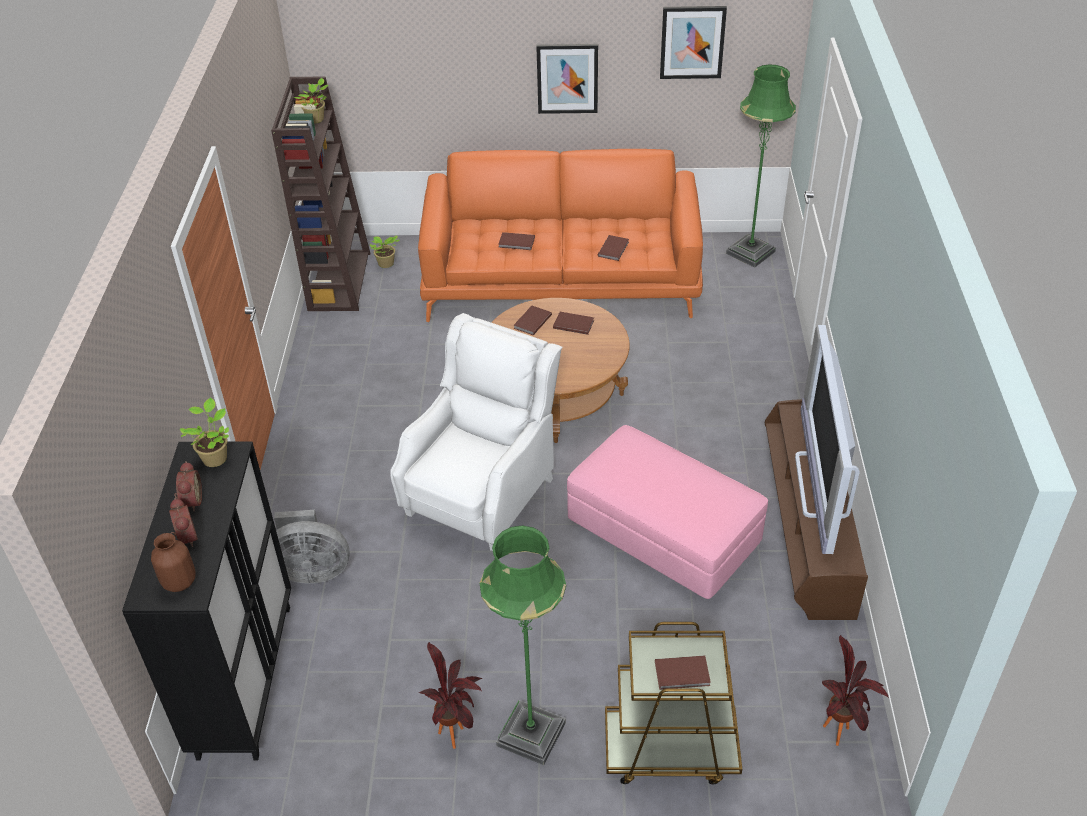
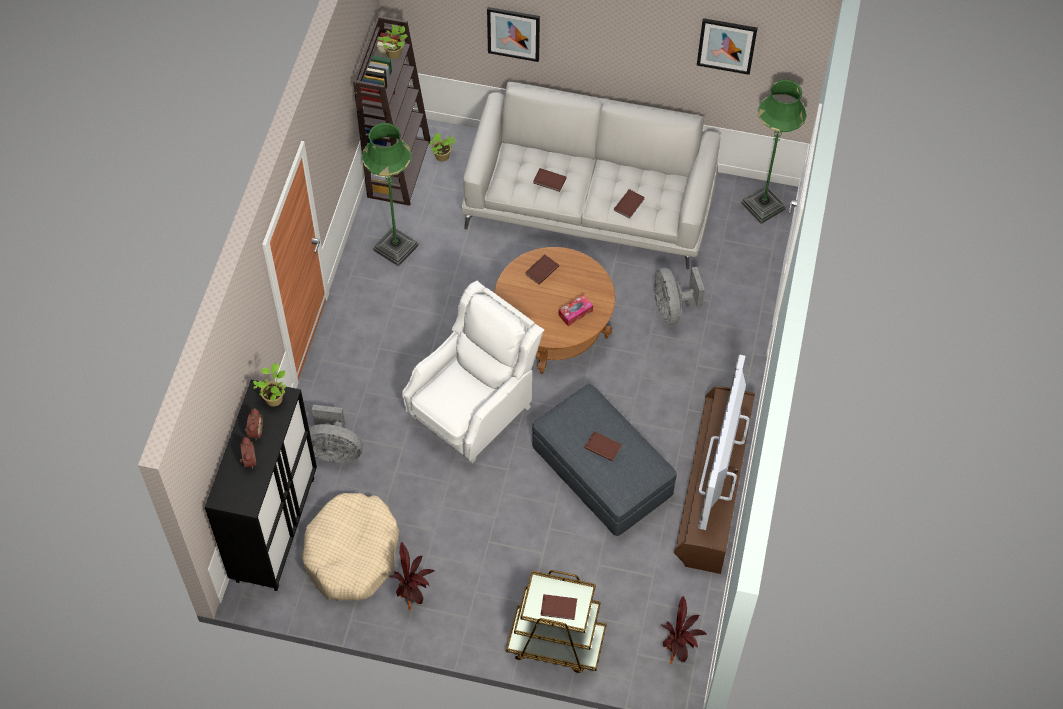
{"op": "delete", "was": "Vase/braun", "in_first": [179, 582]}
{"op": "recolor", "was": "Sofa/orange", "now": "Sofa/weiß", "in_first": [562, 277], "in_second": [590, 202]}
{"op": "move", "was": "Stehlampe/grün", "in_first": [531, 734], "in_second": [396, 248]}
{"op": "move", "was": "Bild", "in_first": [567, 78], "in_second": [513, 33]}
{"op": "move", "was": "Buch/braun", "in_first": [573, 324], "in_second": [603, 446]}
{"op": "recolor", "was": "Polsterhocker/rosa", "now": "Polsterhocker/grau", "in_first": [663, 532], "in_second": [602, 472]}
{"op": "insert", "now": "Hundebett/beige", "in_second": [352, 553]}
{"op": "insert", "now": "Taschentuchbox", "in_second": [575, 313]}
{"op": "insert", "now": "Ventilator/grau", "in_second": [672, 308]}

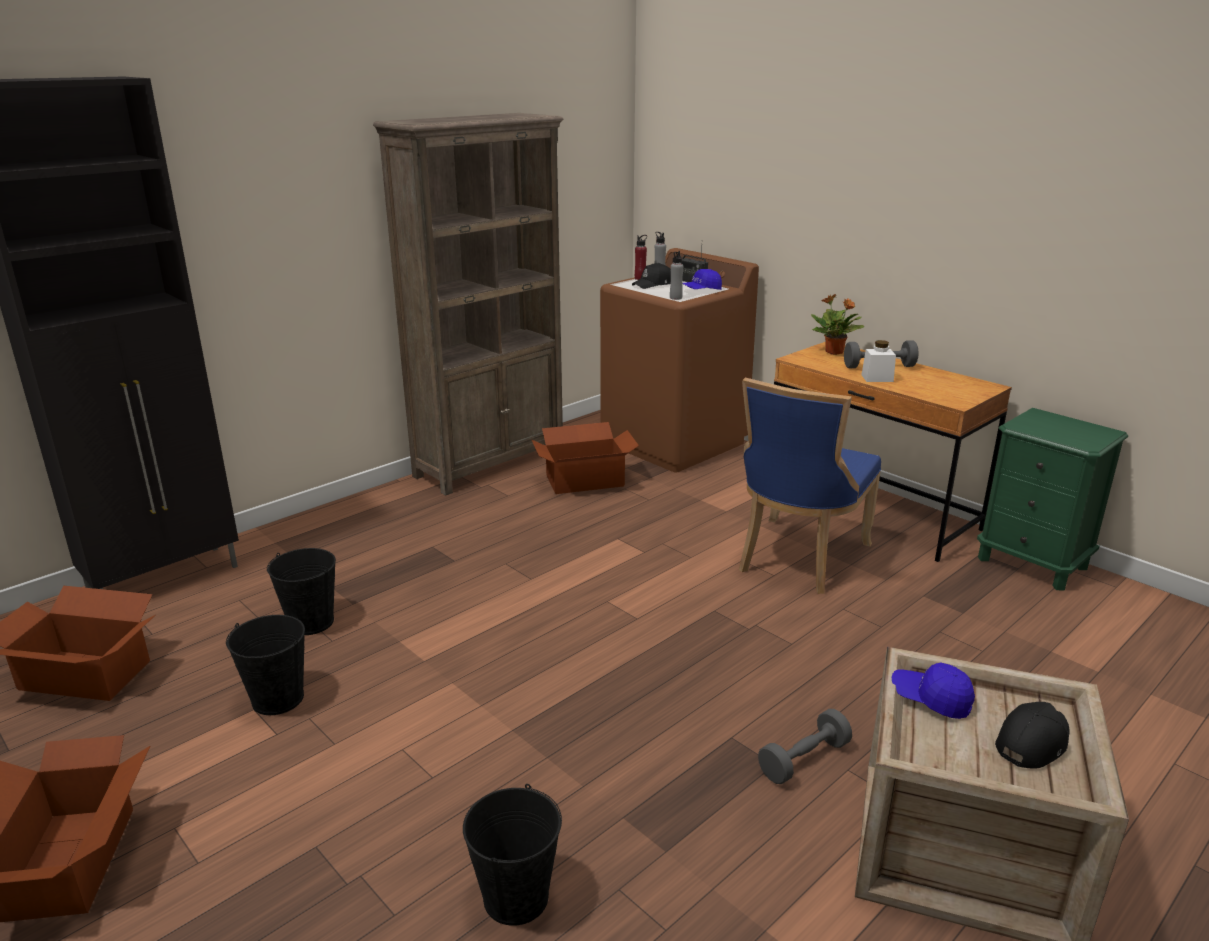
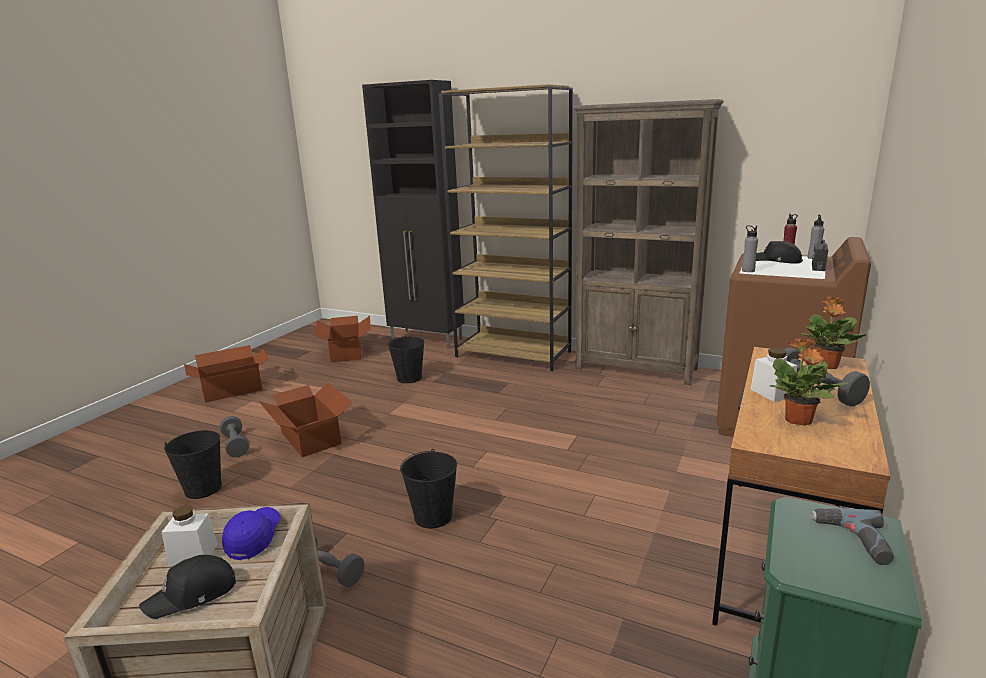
{"op": "move", "was": "Eimer/schwarz", "in_first": [278, 698], "in_second": [433, 516]}
{"op": "move", "was": "Karton", "in_first": [584, 480], "in_second": [311, 437]}
{"op": "delete", "was": "Kappe/blau", "in_first": [701, 290]}
{"op": "delete", "was": "Stuhl/blau", "in_first": [798, 558]}
{"op": "rotate", "was": "Kappe/schwarz", "in_first": [1032, 741], "in_second": [193, 595], "clockwise": 120}
{"op": "insert", "now": "Vorratsglas/weiß", "in_second": [193, 554]}
{"op": "insert", "now": "Hantel/grau", "in_second": [235, 445]}
{"op": "insert", "now": "Bücherregal/braun", "in_second": [514, 354]}
{"op": "insert", "now": "Topfpflanze", "in_second": [798, 421]}
{"op": "insert", "now": "Bohrmaschine", "in_second": [853, 541]}

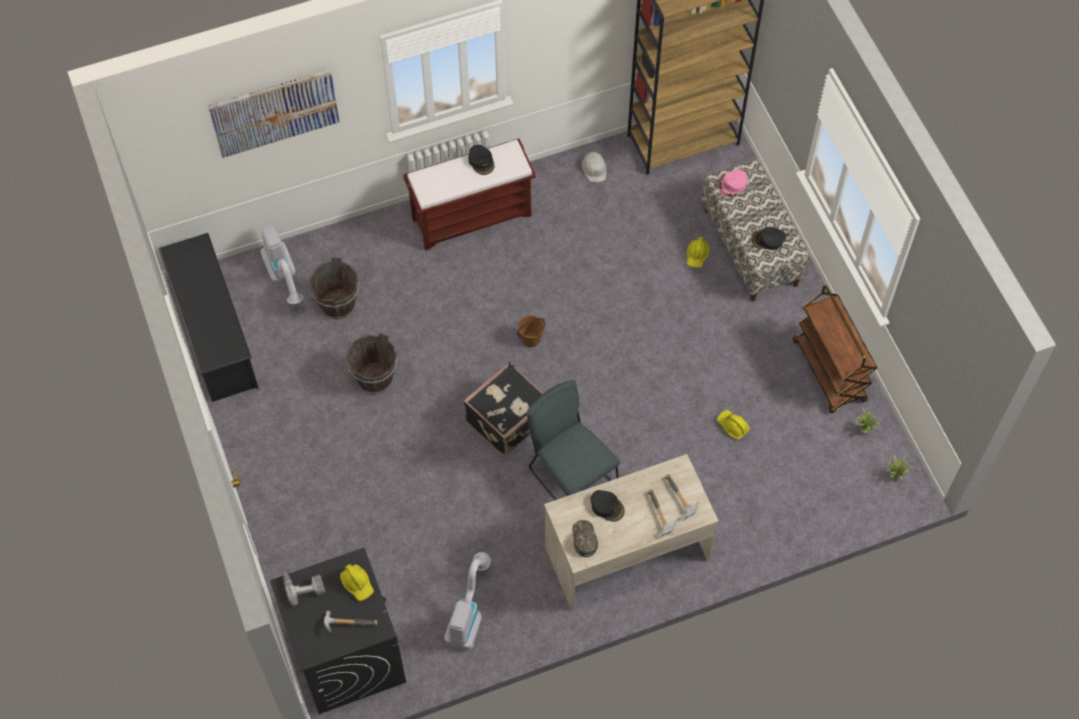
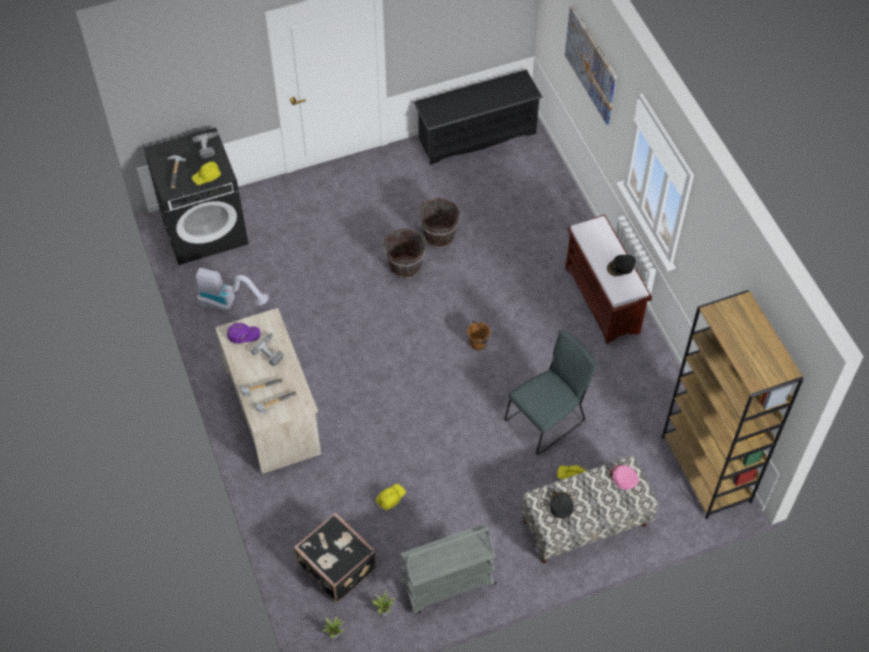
{"op": "delete", "was": "Staubsauger", "in_first": [284, 277]}
{"op": "move", "was": "Eimer/braun", "in_first": [338, 305], "in_second": [405, 267]}
{"op": "move", "was": "Koffer/schwarz", "in_first": [509, 421], "in_second": [336, 568]}
{"op": "move", "was": "Stuhl/grau", "in_first": [570, 476], "in_second": [547, 419]}
{"op": "recolor", "was": "Kappe/grün", "now": "Kappe/lila", "in_first": [584, 539], "in_second": [244, 334]}
{"op": "delete", "was": "Schutzhelm/weiß", "in_first": [594, 168]}
{"op": "replace", "was": "Kappe/schwarz", "now": "Bohrmaschine", "in_first": [607, 507], "in_second": [271, 351]}
{"op": "recolor", "was": "Rollwagen/braun", "now": "Rollwagen/grau", "in_first": [829, 372], "in_second": [447, 585]}

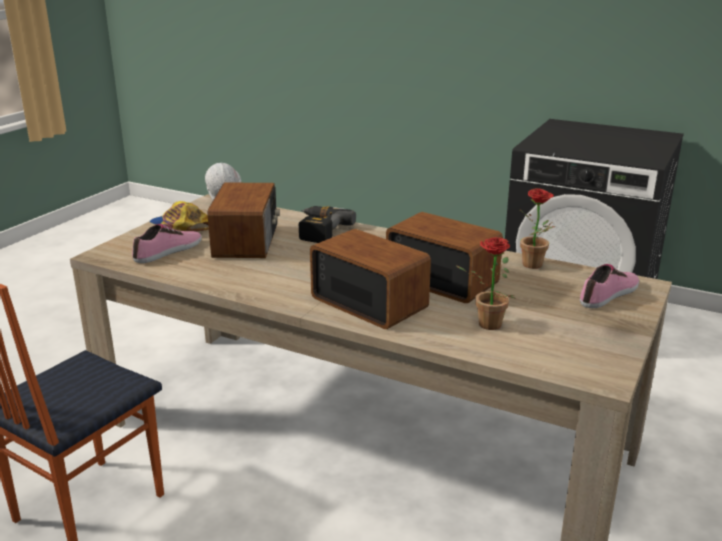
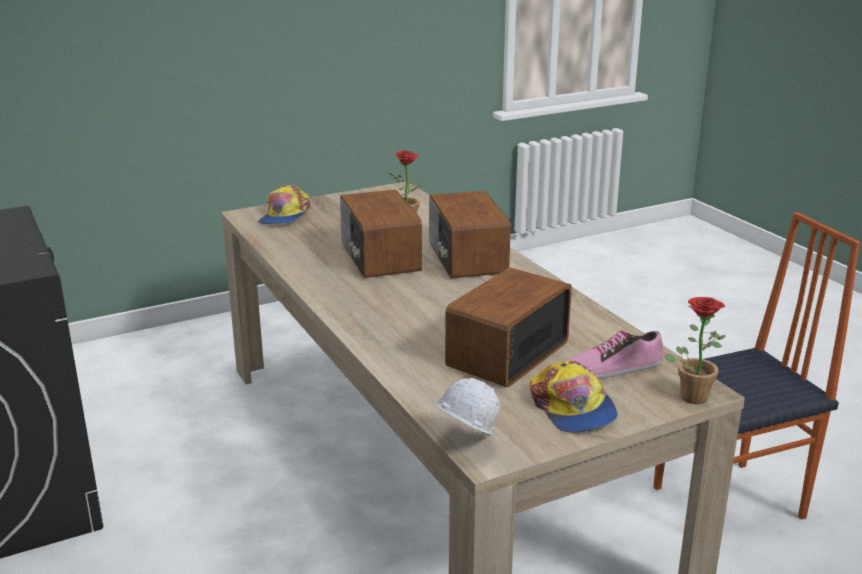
{"op": "delete", "was": "Bohrmaschine", "in_first": [318, 230]}
{"op": "move", "was": "Topfpflanze", "in_first": [535, 266], "in_second": [692, 394]}
{"op": "replace", "was": "Schuh", "now": "Kappe", "in_first": [609, 295], "in_second": [285, 216]}

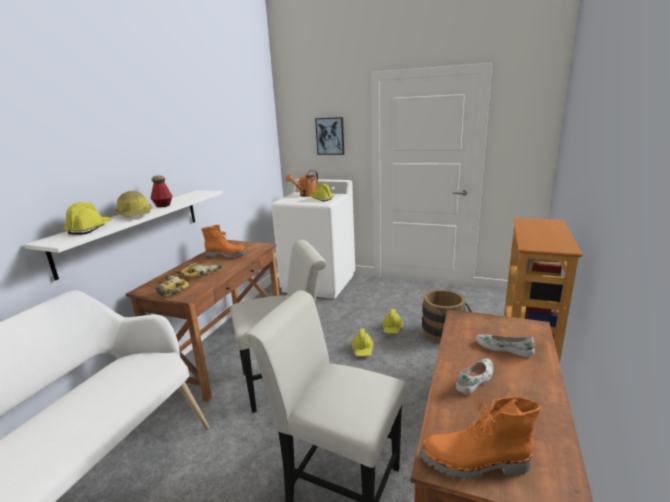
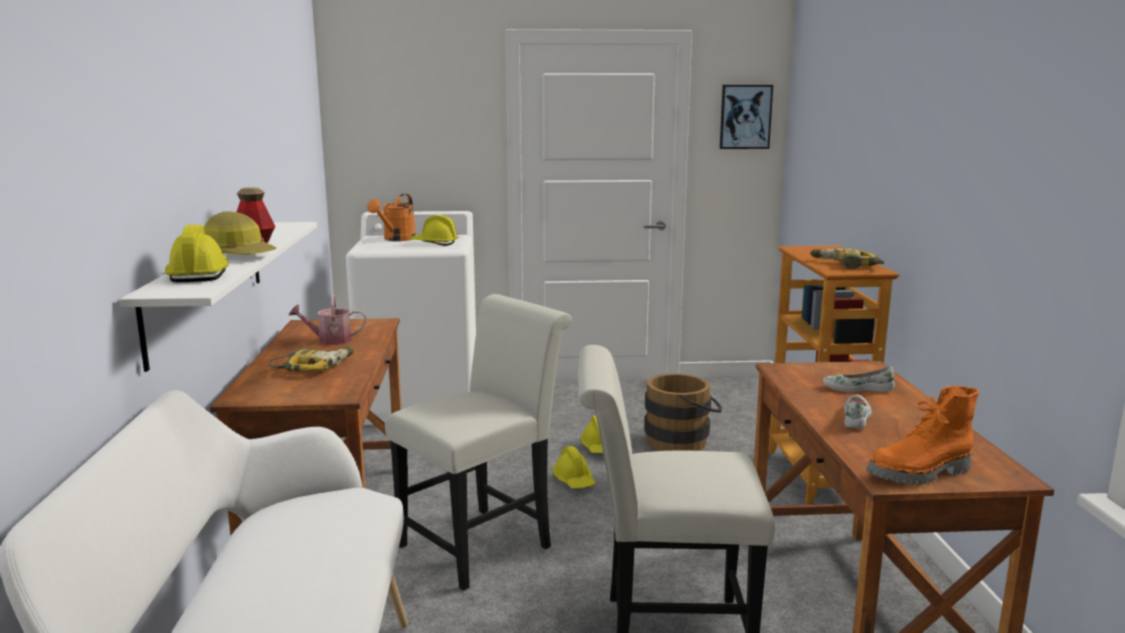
{"op": "move", "was": "Bohrmaschine", "in_first": [169, 290], "in_second": [845, 265]}
{"op": "replace", "was": "Stiefel/orange", "now": "Gießkanne", "in_first": [227, 255], "in_second": [330, 340]}
{"op": "move", "was": "Bild", "in_first": [330, 136], "in_second": [745, 116]}

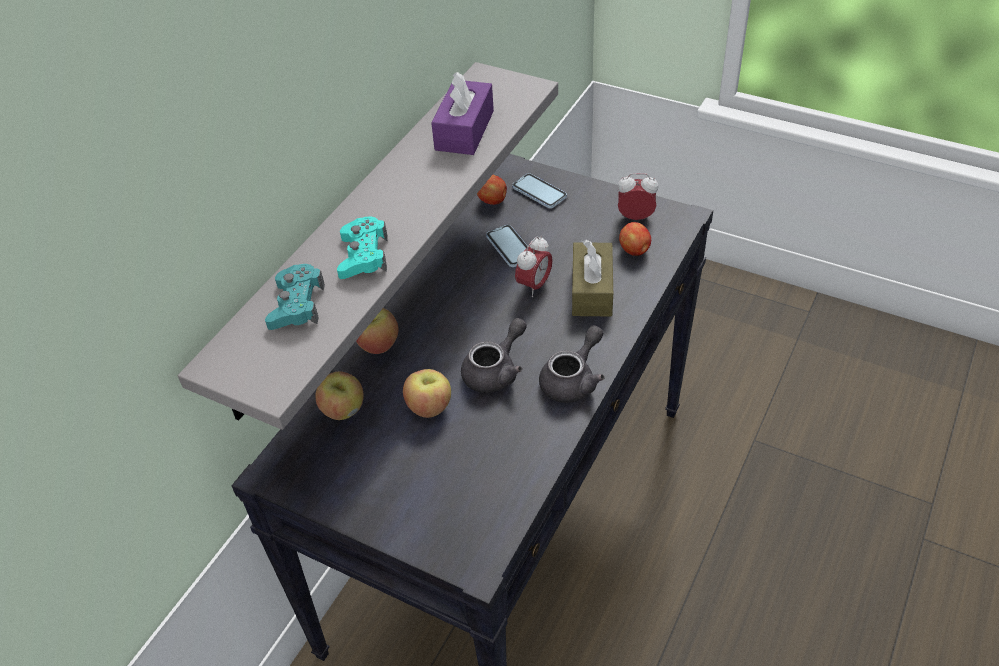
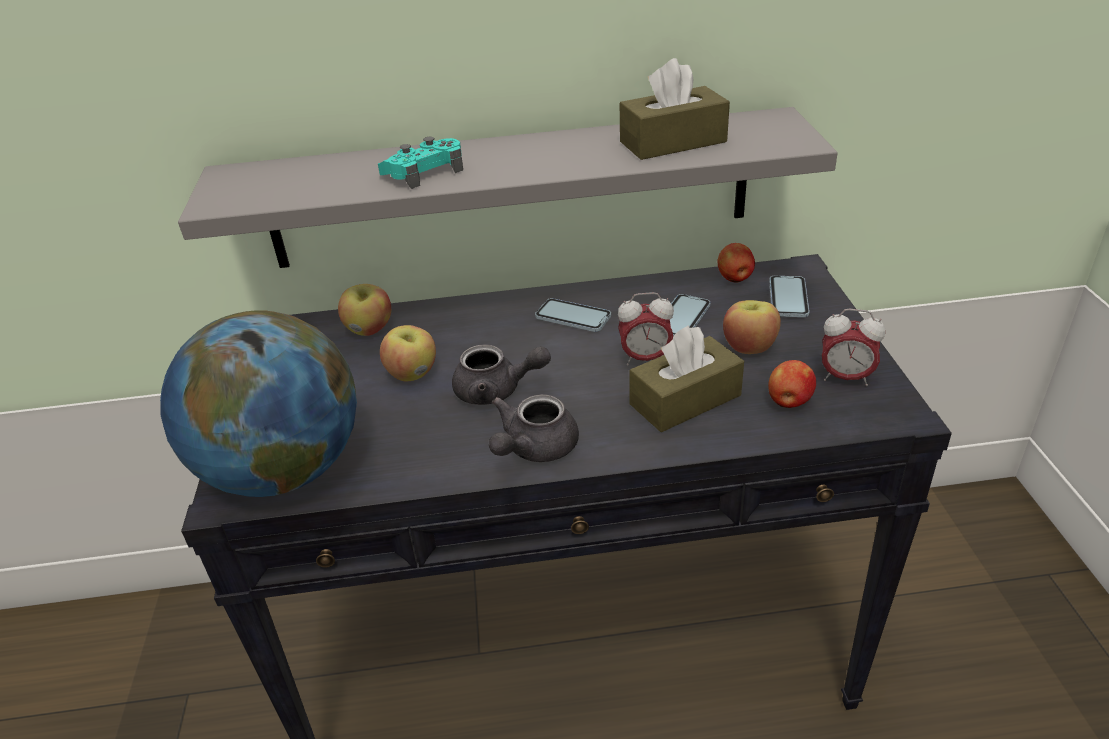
{"op": "delete", "was": "Gamepad/türkis", "in_first": [296, 305]}
{"op": "move", "was": "Apfel", "in_first": [378, 344], "in_second": [749, 346]}
{"op": "recolor", "was": "Taschentuchbox/lila", "now": "Taschentuchbox/braun", "in_first": [464, 130], "in_second": [673, 142]}
{"op": "rotate", "was": "Teekanne/grau", "in_first": [573, 380], "in_second": [533, 449], "clockwise": 120}
{"op": "rotate", "was": "Wecker", "in_first": [635, 217], "in_second": [845, 378], "clockwise": 135}
{"op": "insert", "now": "Globus", "in_second": [284, 471]}
{"op": "insert", "now": "Handy", "in_second": [573, 317]}

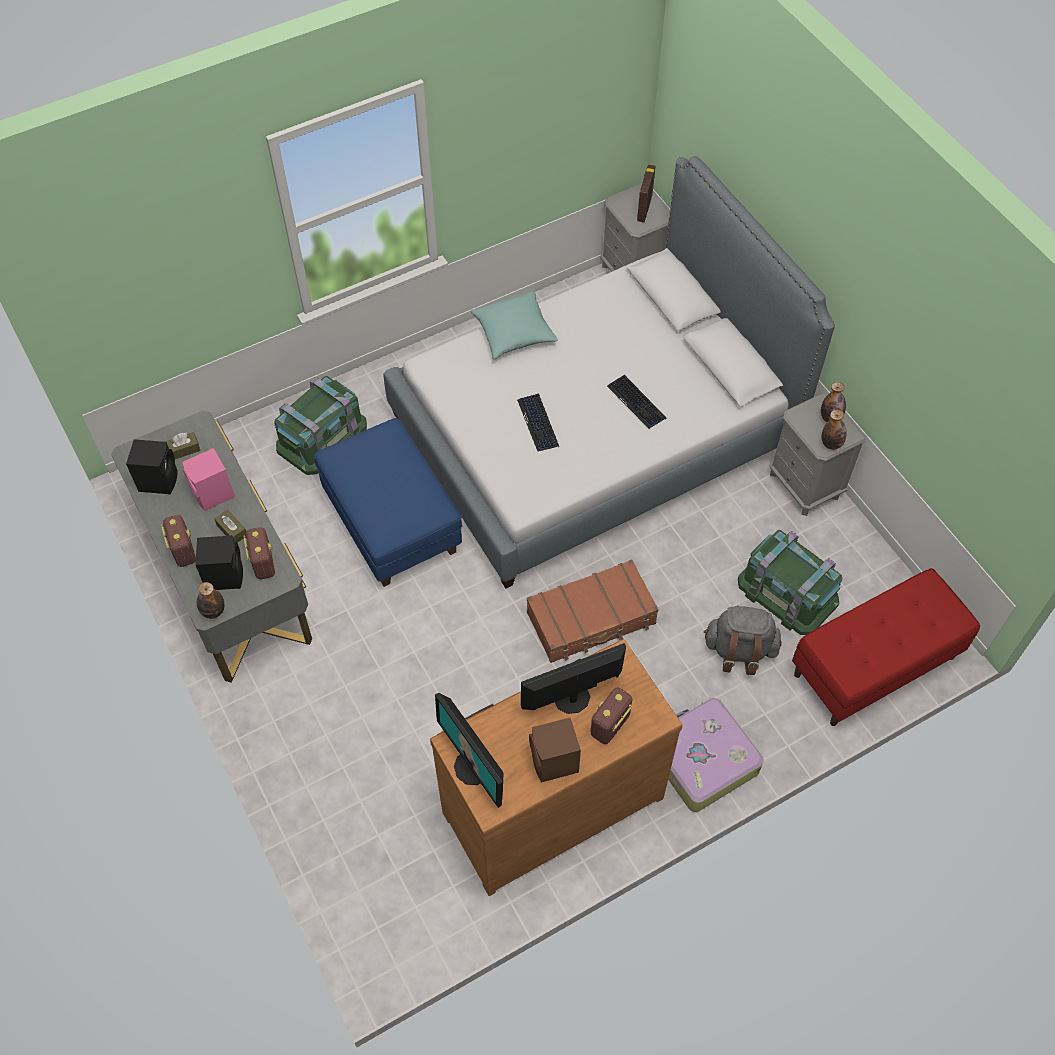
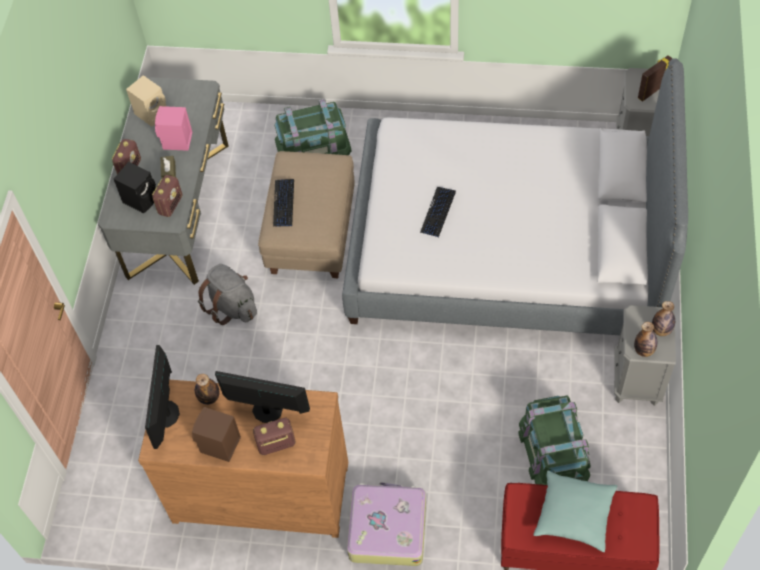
{"op": "recolor", "was": "Lautsprecher/schwarz", "now": "Lautsprecher/beige", "in_first": [159, 479], "in_second": [152, 113]}
{"op": "delete", "was": "Taschentuchbox/braun", "in_first": [184, 449]}
{"op": "move", "was": "Flasche", "in_first": [213, 611], "in_second": [209, 397]}
{"op": "recolor", "was": "Polsterhocker/blau", "now": "Polsterhocker/beige", "in_first": [393, 523], "in_second": [312, 233]}
{"op": "move", "was": "Kissen/türkis", "in_first": [514, 333], "in_second": [574, 515]}
{"op": "delete", "was": "Koffer/braun", "in_first": [592, 619]}
{"op": "move", "was": "Tastatur", "in_first": [636, 402], "in_second": [284, 203]}
{"op": "move", "was": "Rucksack/grau", "in_first": [739, 651], "in_second": [232, 306]}

